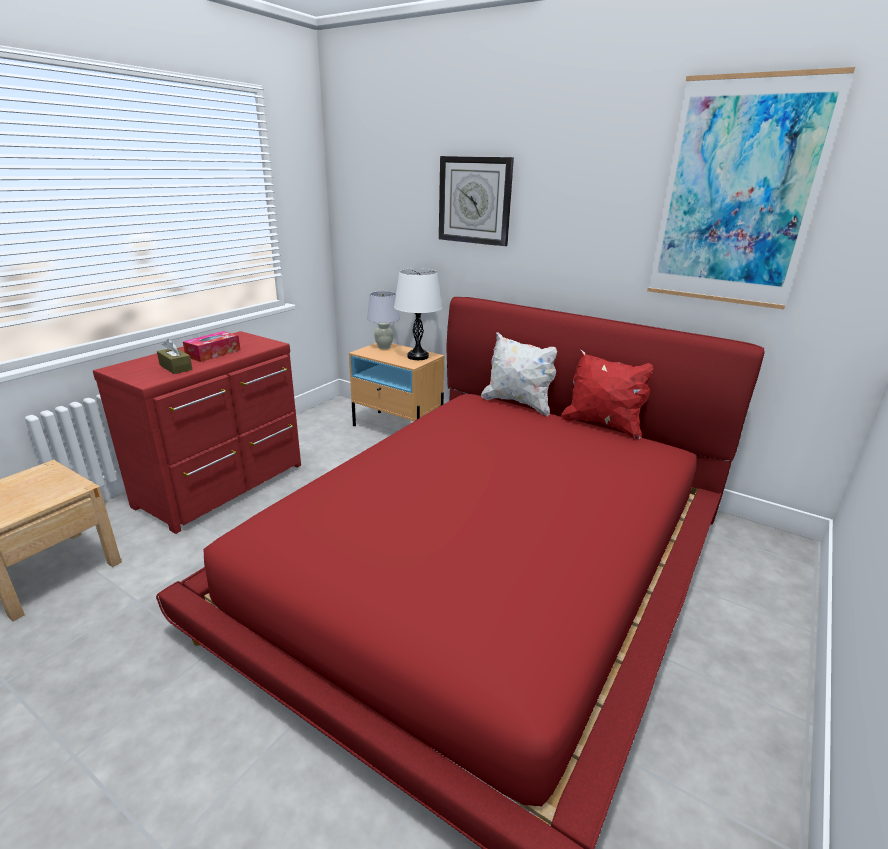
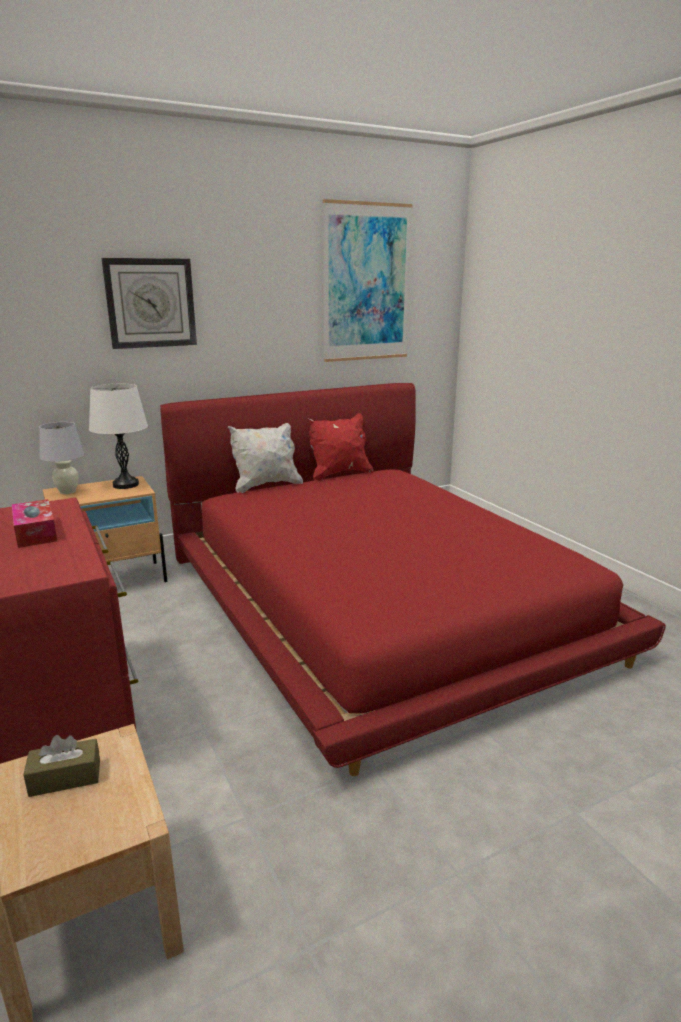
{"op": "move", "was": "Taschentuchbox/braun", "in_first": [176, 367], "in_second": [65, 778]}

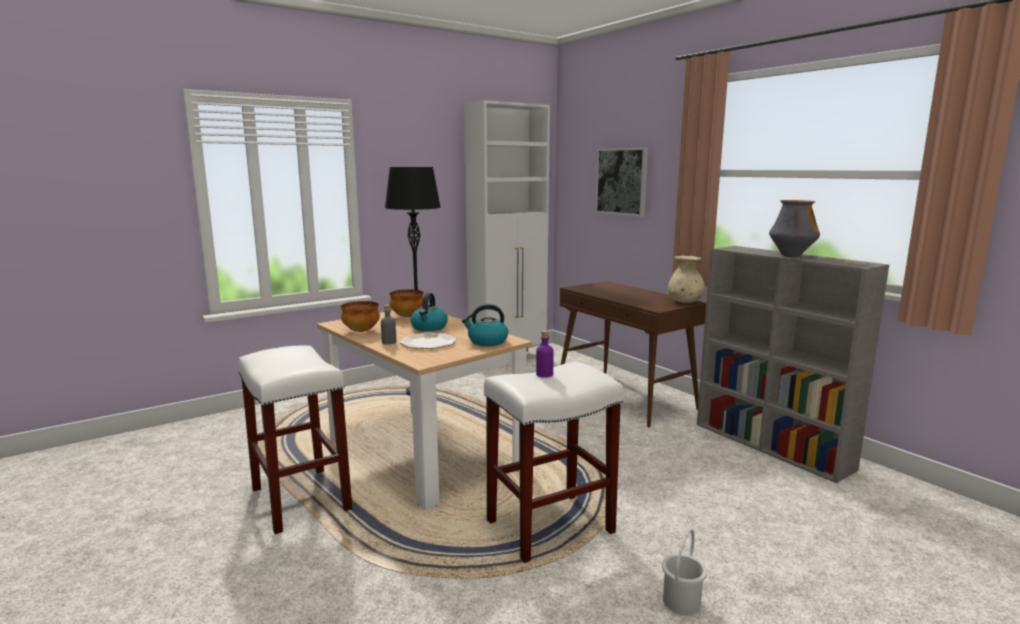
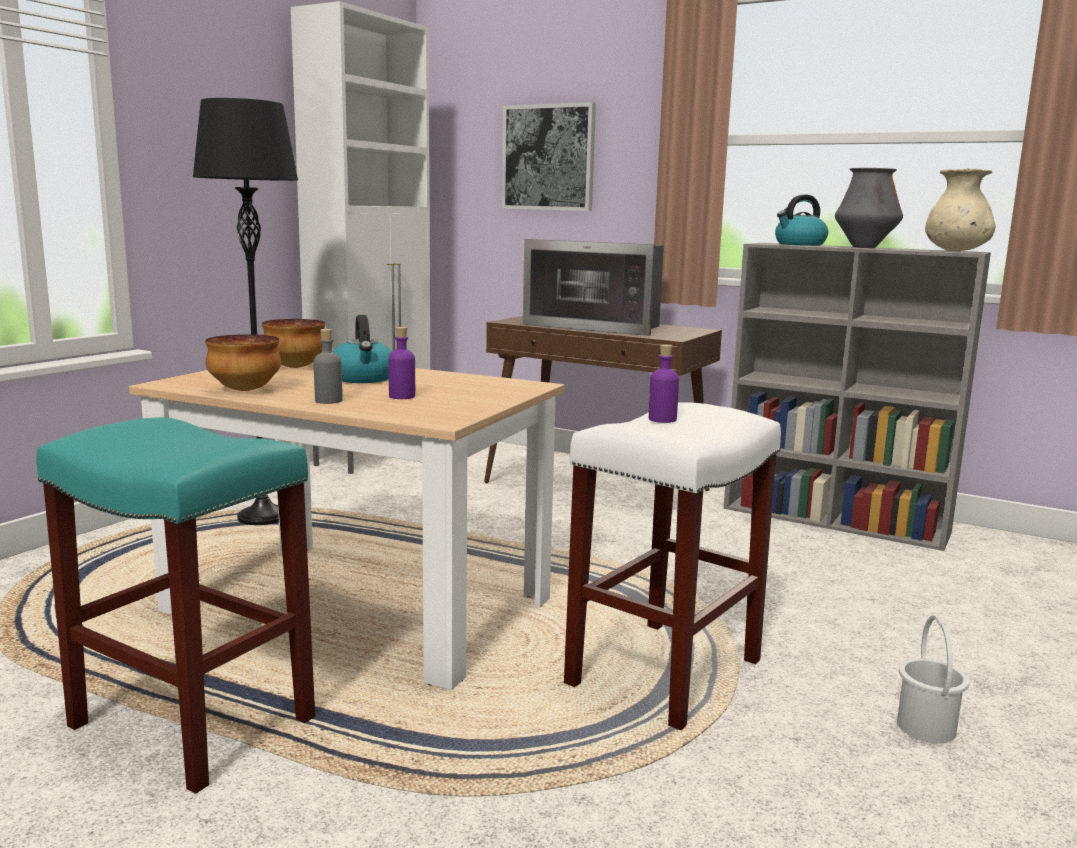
{"op": "recolor", "was": "Hocker/weiß", "now": "Hocker/türkis", "in_first": [299, 498], "in_second": [189, 722]}
{"op": "replace", "was": "Teller", "now": "Flasche/lila", "in_first": [428, 343], "in_second": [402, 396]}
{"op": "move", "was": "Wasserkessel", "in_first": [487, 341], "in_second": [799, 244]}
{"op": "move", "was": "Vase/beige", "in_first": [685, 302], "in_second": [956, 251]}
{"op": "insert", "now": "Mikrowelle", "in_second": [598, 326]}

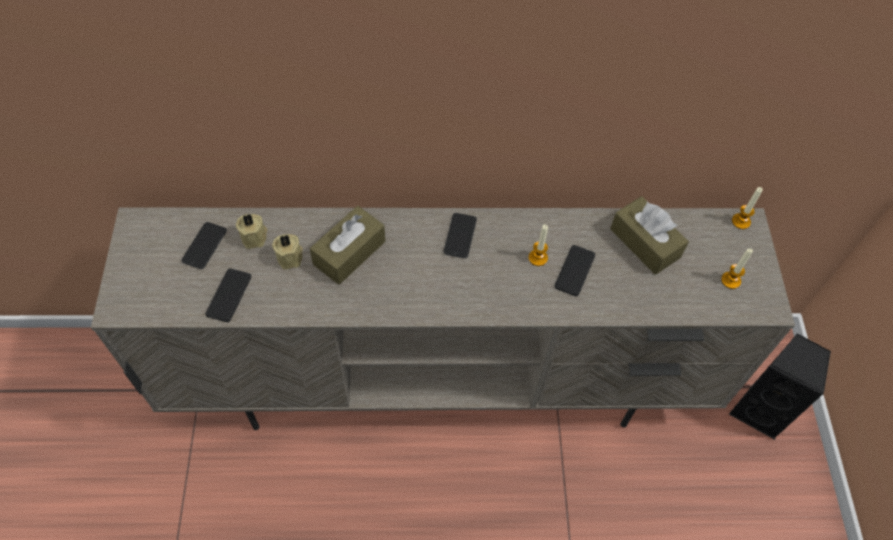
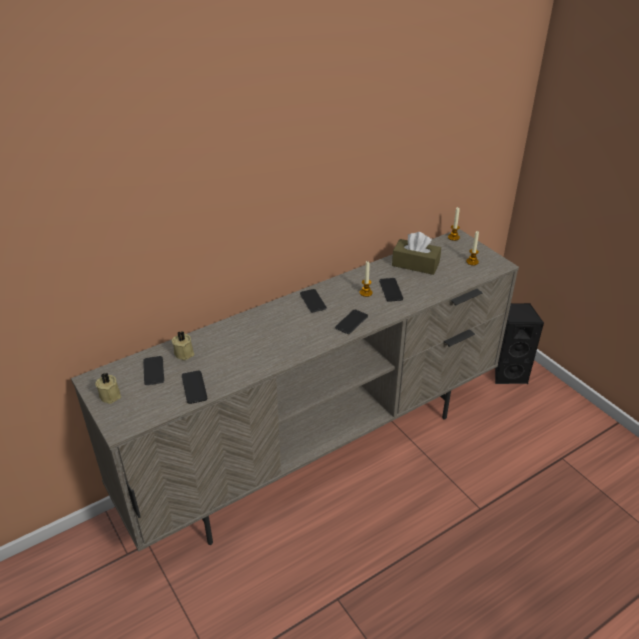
{"op": "move", "was": "Kerze/beige", "in_first": [291, 257], "in_second": [110, 395]}
{"op": "delete", "was": "Taschentuchbox/braun", "in_first": [349, 253]}
{"op": "insert", "now": "Handy", "in_second": [351, 322]}

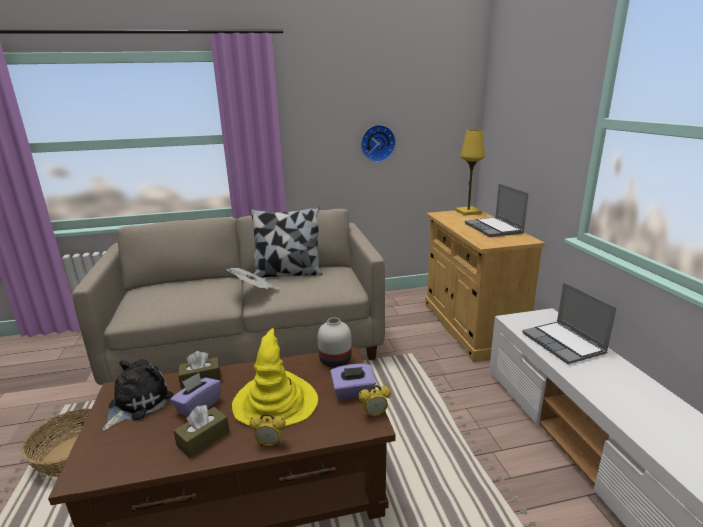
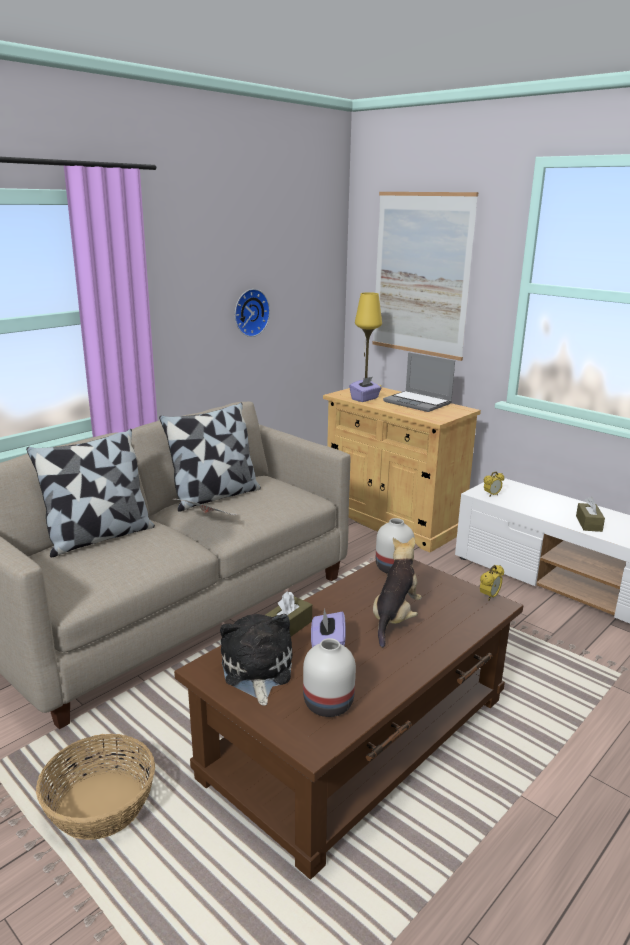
{"op": "move", "was": "Taschentuchbox/braun", "in_first": [203, 439], "in_second": [588, 523]}
{"op": "replace", "was": "Hut/gelb", "now": "Plüschtier", "in_first": [275, 402], "in_second": [395, 618]}
{"op": "move", "was": "Wecker", "in_first": [270, 444], "in_second": [492, 495]}
{"op": "move", "was": "Taschentuchbox/lila", "in_first": [353, 392], "in_second": [365, 399]}
{"op": "delete", "was": "Laptop", "in_first": [564, 344]}
{"op": "insert", "now": "Kissen", "in_second": [99, 537]}
{"op": "insert", "now": "Vase/weiß", "in_second": [328, 705]}
{"op": "insert", "now": "Bild", "in_second": [421, 275]}

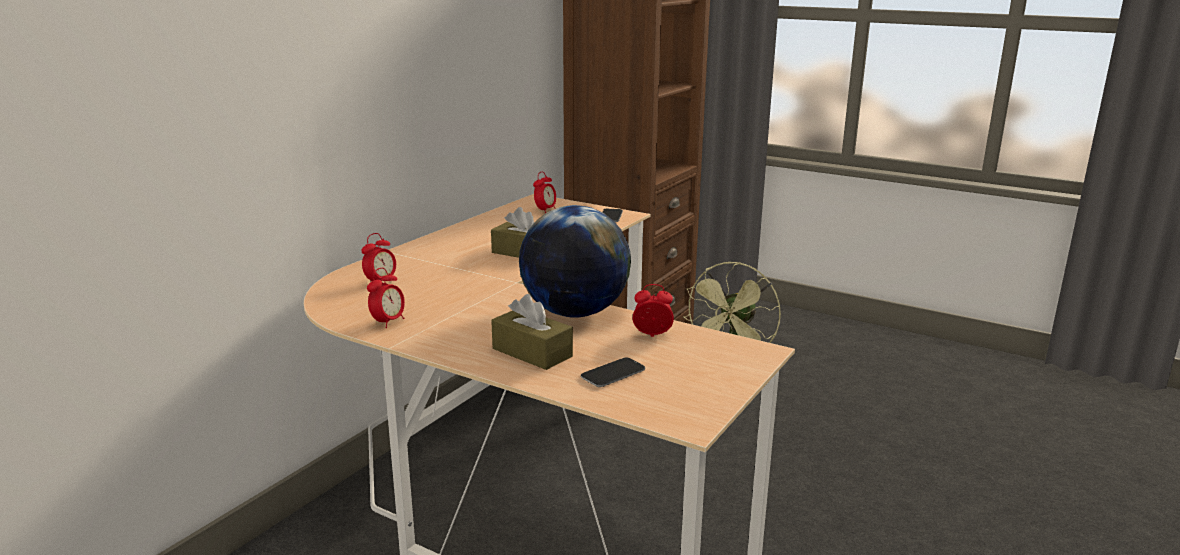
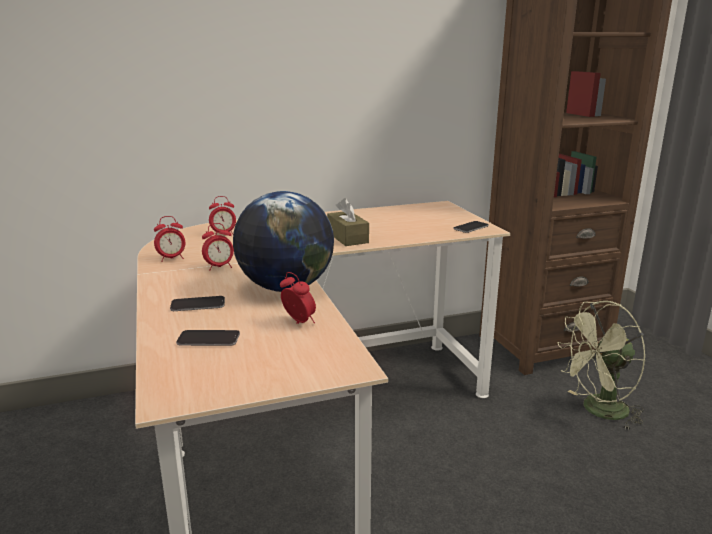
{"op": "replace", "was": "Taschentuchbox/braun", "now": "Handy", "in_first": [532, 352], "in_second": [198, 305]}
{"op": "move", "was": "Wecker", "in_first": [545, 210], "in_second": [219, 267]}

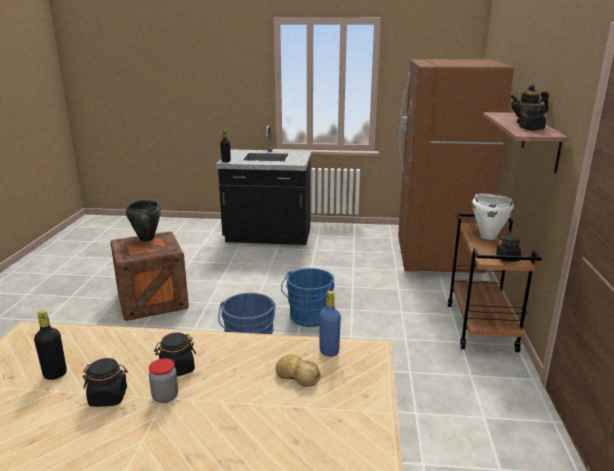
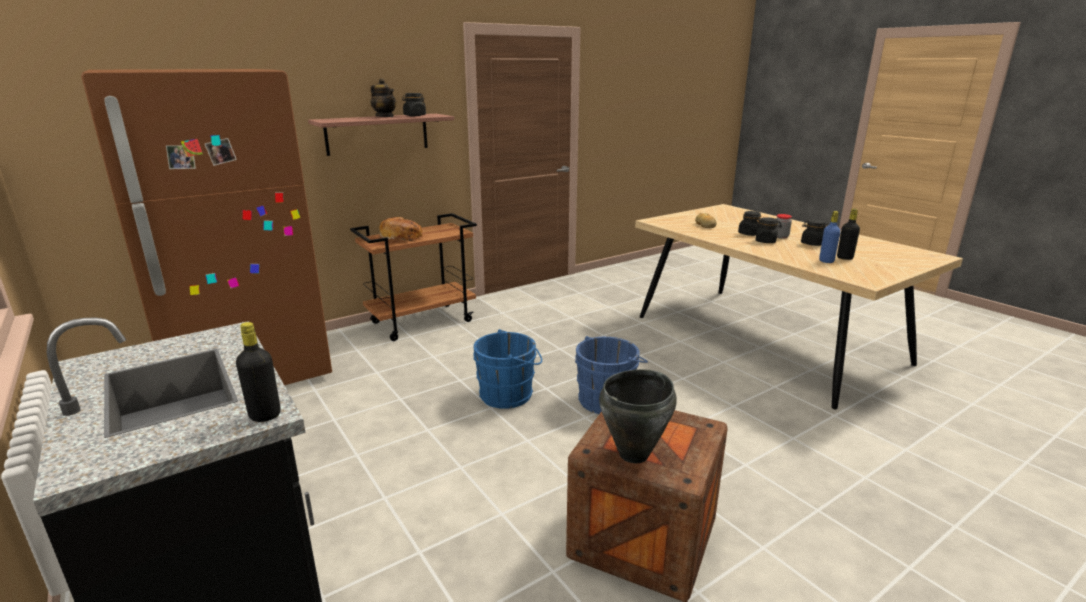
{"op": "move", "was": "Flasche/blau", "in_first": [329, 351], "in_second": [826, 261]}
{"op": "replace", "was": "Kochtopf/weiß", "now": "Brot", "in_first": [487, 236], "in_second": [402, 237]}
{"op": "move", "was": "Vorratsglas/schwarz", "in_first": [507, 258], "in_second": [749, 234]}

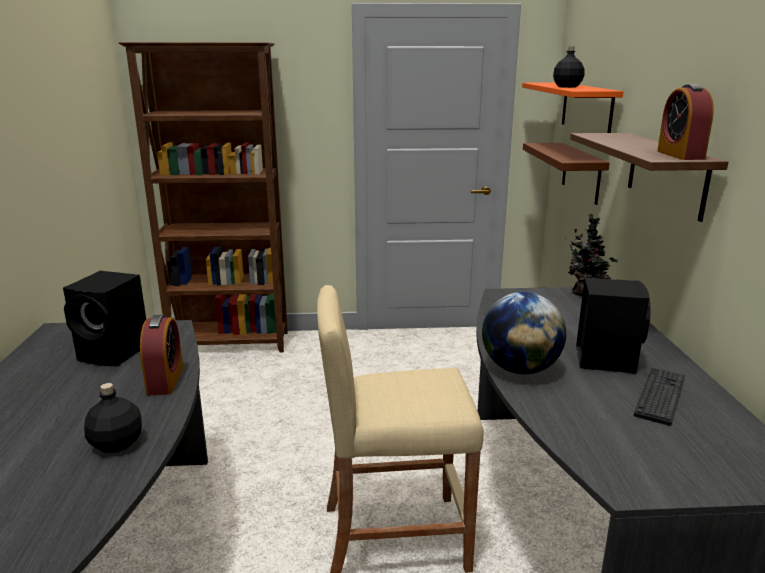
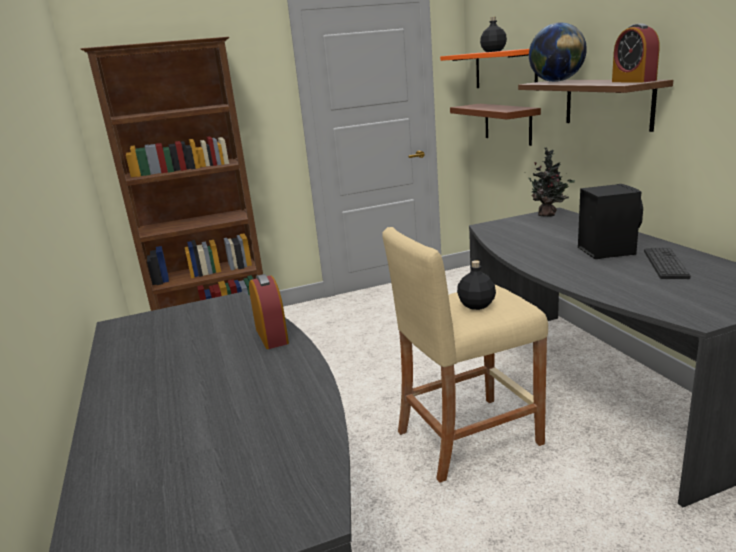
{"op": "delete", "was": "Lautsprecher/schwarz", "in_first": [115, 353]}
{"op": "move", "was": "Flasche/schwarz", "in_first": [116, 444], "in_second": [476, 305]}
{"op": "move", "was": "Globus", "in_first": [520, 369], "in_second": [556, 81]}

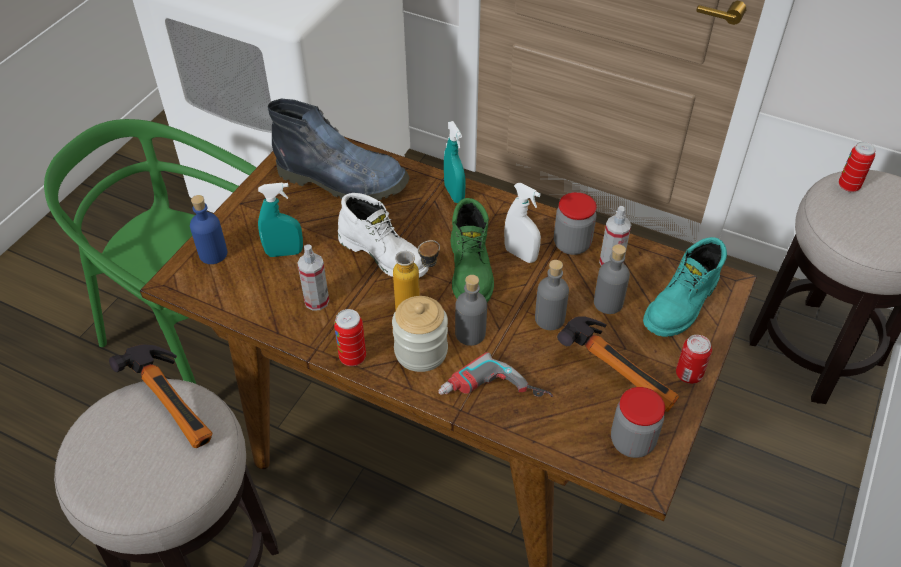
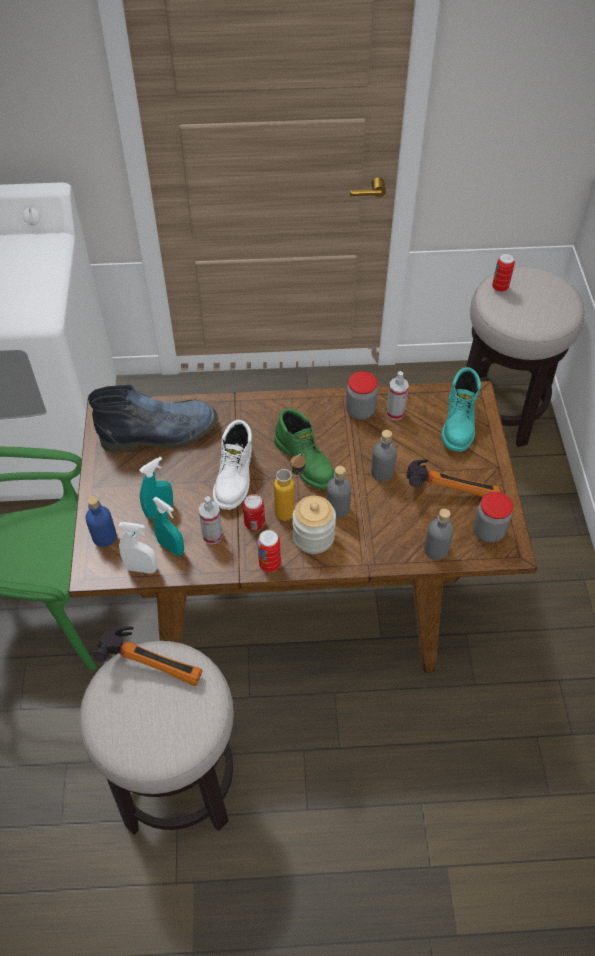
{"op": "rotate", "was": "Stiefel/weiß", "in_first": [384, 254], "in_second": [235, 477], "clockwise": 90}
{"op": "delete", "was": "Bohrmaschine", "in_first": [493, 397]}
{"op": "move", "was": "Sprühflasche/türkis", "in_first": [454, 194], "in_second": [171, 547]}
{"op": "move", "was": "Sprühflasche/weiß", "in_first": [520, 254], "in_second": [141, 568]}
{"op": "move", "was": "Flasche/grau", "in_first": [608, 303], "in_second": [436, 549]}
{"op": "move", "was": "Dose", "in_first": [689, 374], "in_second": [254, 523]}

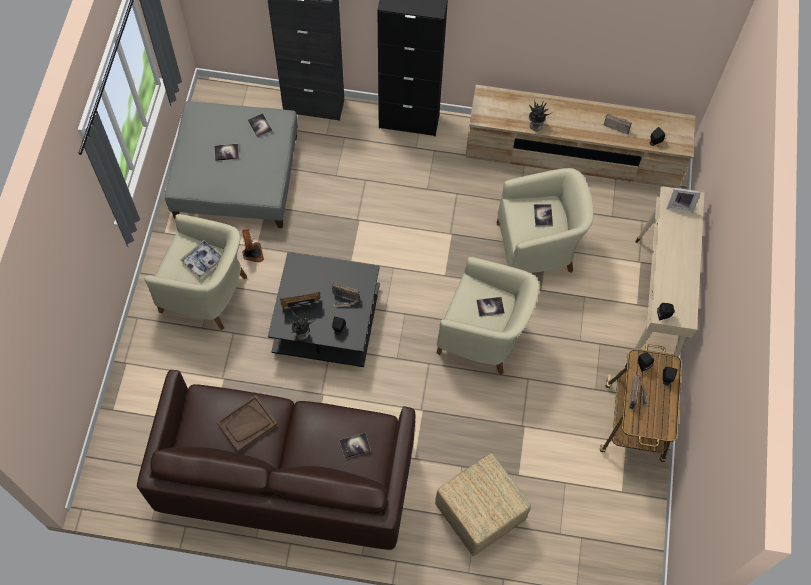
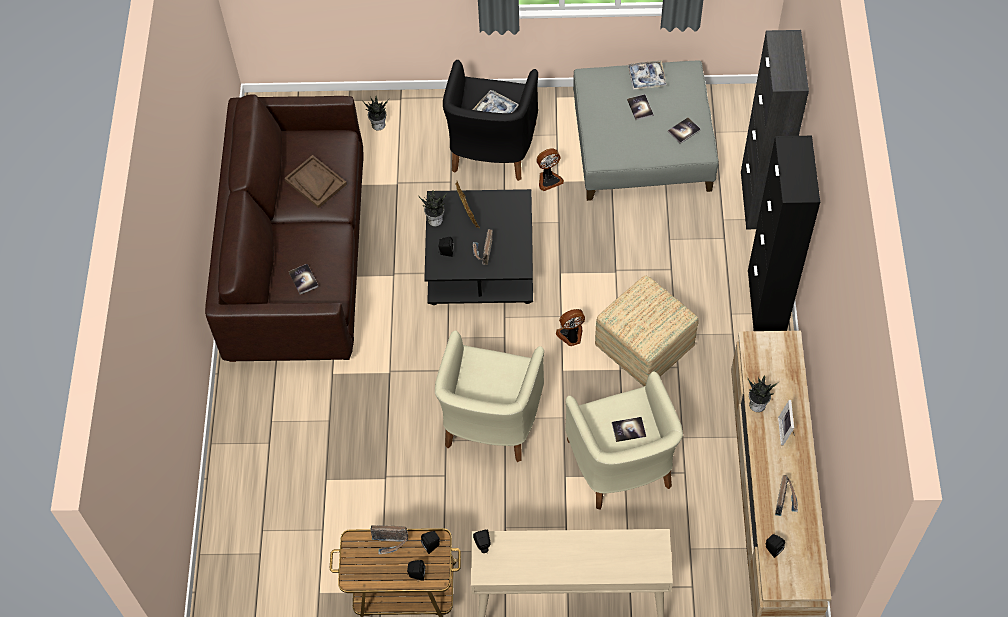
{"op": "recolor", "was": "Sessel/beige", "now": "Sessel/schwarz", "in_first": [206, 293], "in_second": [491, 149]}
{"op": "move", "was": "Polsterhocker", "in_first": [479, 513], "in_second": [643, 346]}
{"op": "delete", "was": "Buch", "in_first": [490, 307]}
{"op": "move", "was": "Bilderrahmen", "in_first": [679, 206], "in_second": [786, 431]}
{"op": "insert", "now": "Topfpflanze", "in_second": [378, 124]}
{"op": "insert", "now": "Ventilator", "in_second": [571, 336]}
{"op": "insert", "now": "Tablett", "in_second": [646, 78]}

